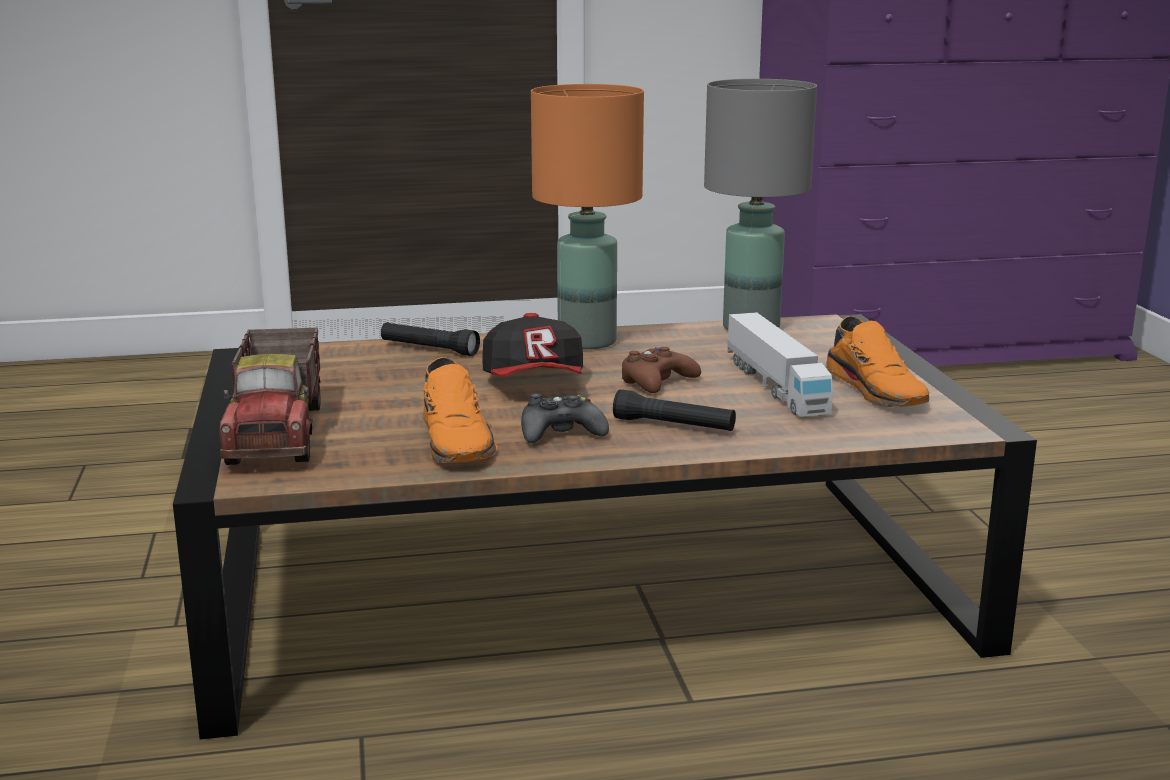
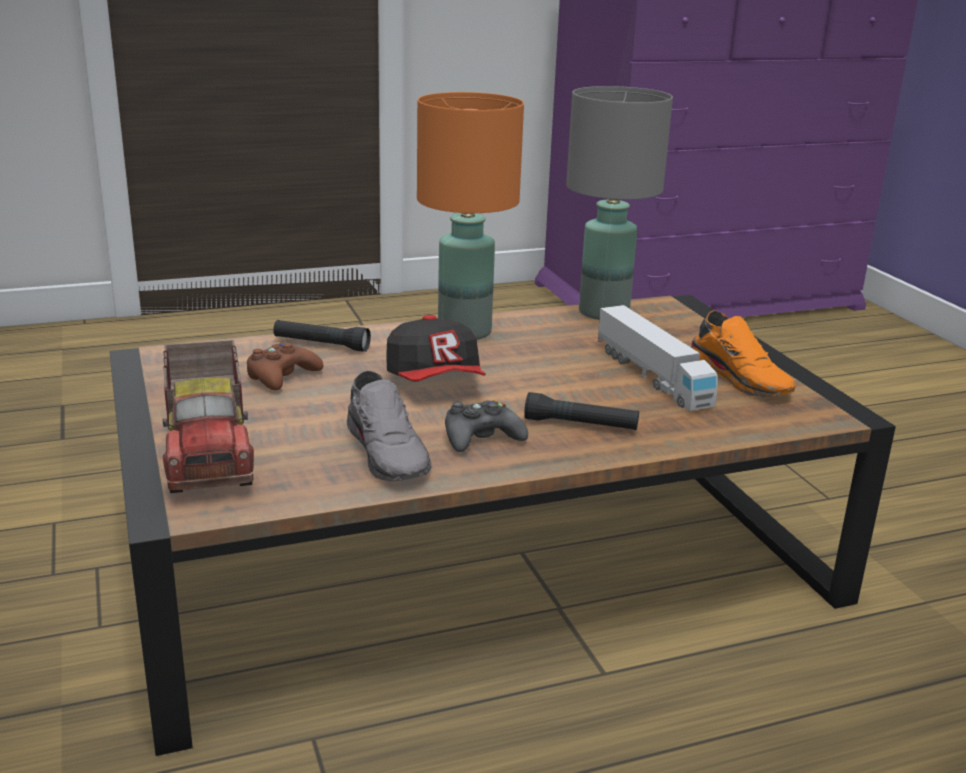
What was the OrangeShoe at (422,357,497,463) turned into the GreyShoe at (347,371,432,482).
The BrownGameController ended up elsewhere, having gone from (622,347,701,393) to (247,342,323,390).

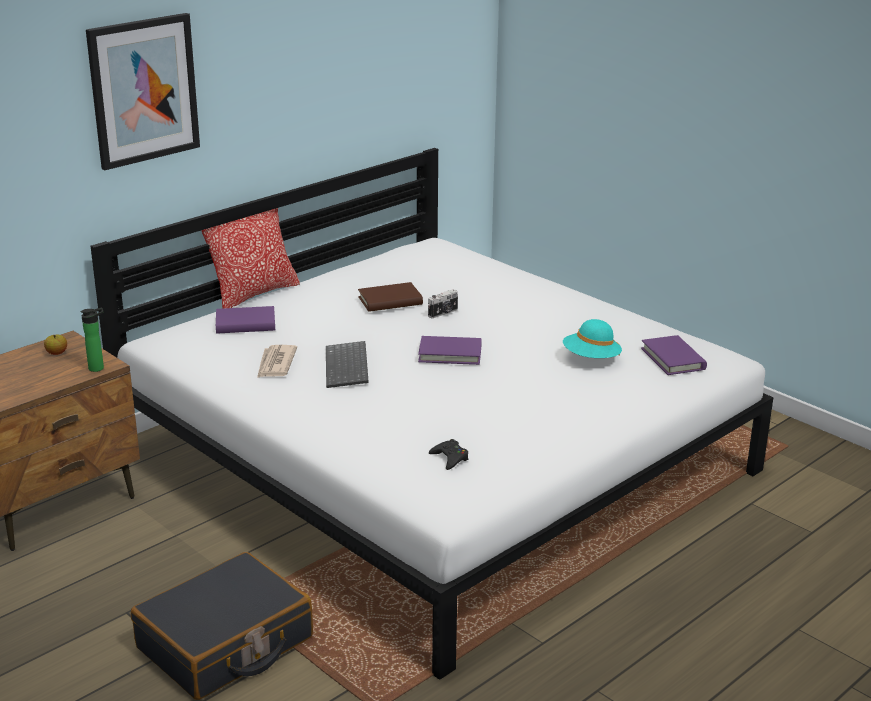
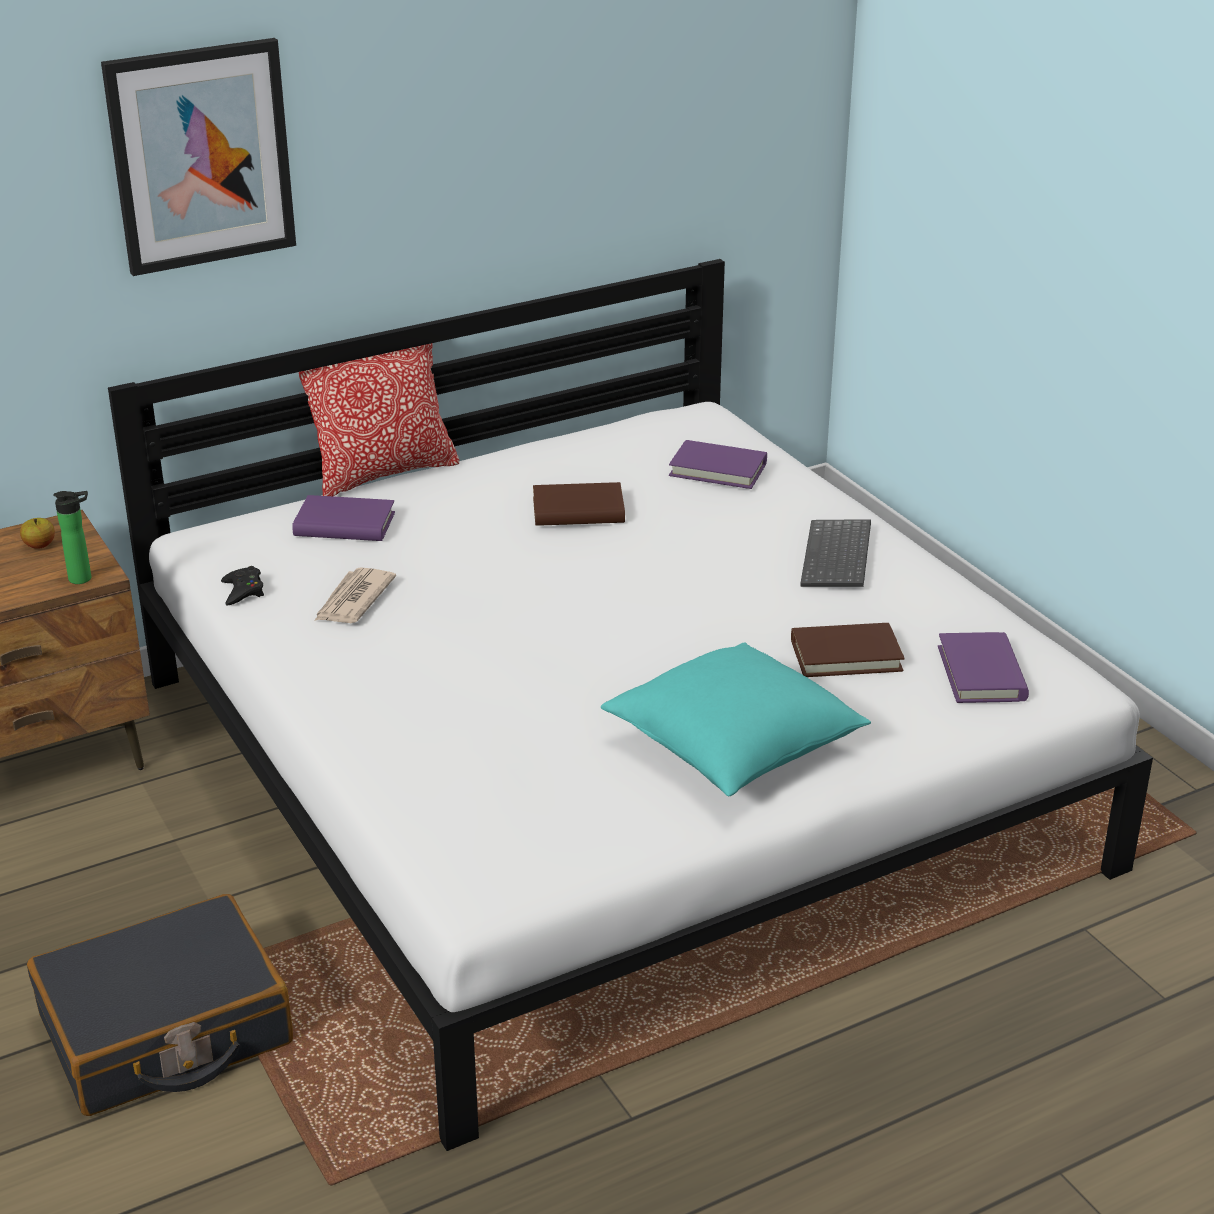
The Keyboard ended up elsewhere, having gone from (326,341,369,388) to (800,519,871,587).
The PurpleBook ended up elsewhere, having gone from (418,336,482,365) to (669,440,767,489).
The second view lost the PhotoCamera at (428,289,458,318).
The BlackGameController ended up elsewhere, having gone from (429,439,468,470) to (221,566,264,605).
Where the TurquoiseHat stood at (563,319,622,358), the BrownBook came to stand at (791,623,905,677).
The second view gained the TurquoisePillow at (601,642,871,796).

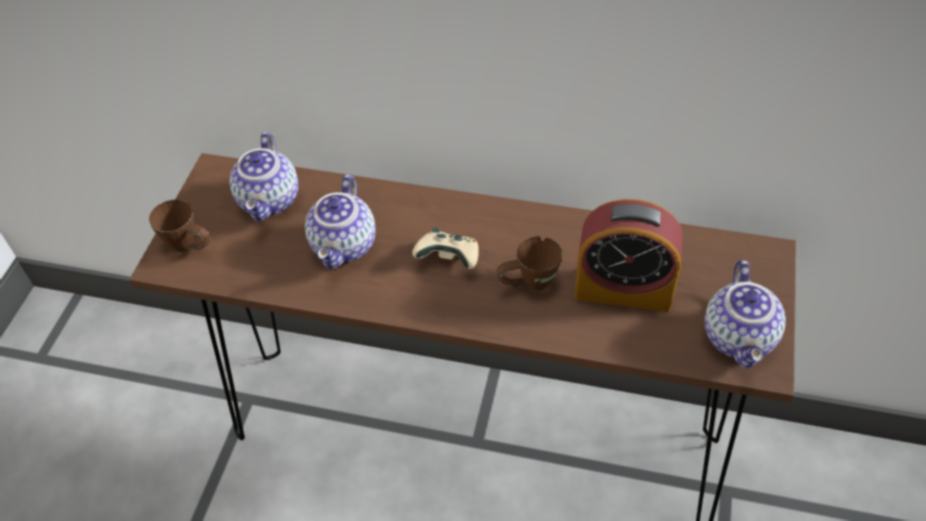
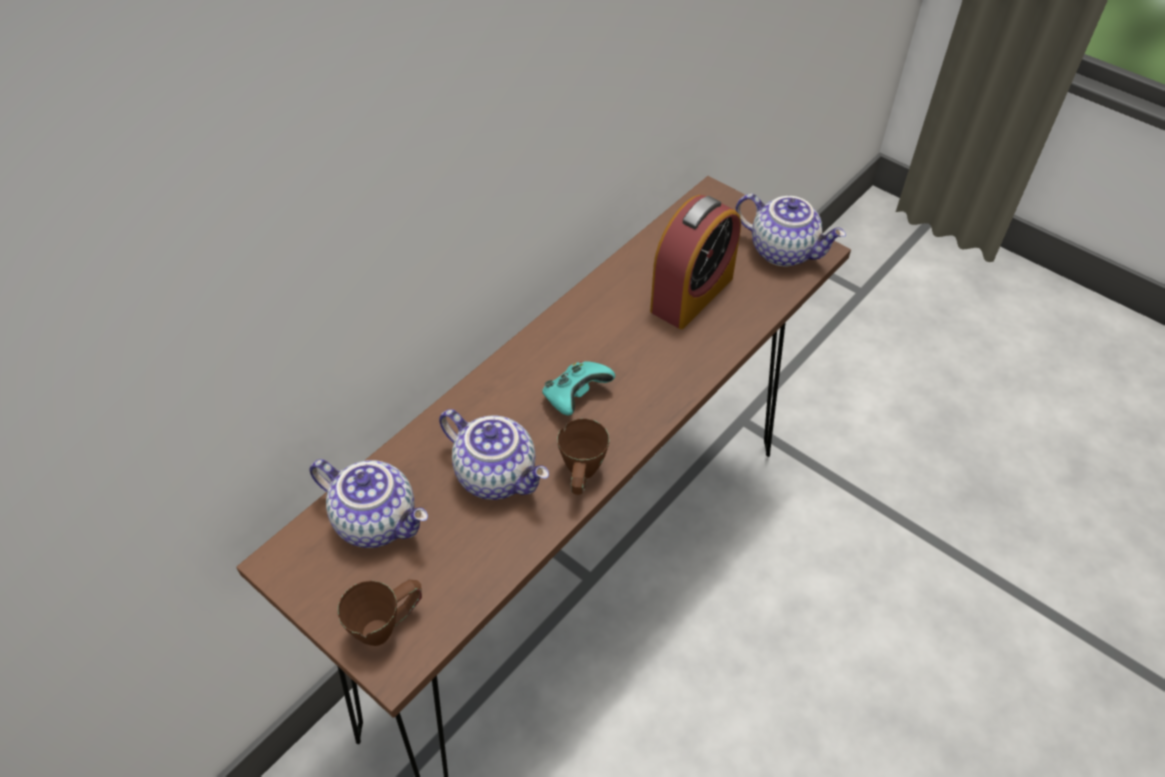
What was the BeigeGameController at (412,228,479,269) turned into the TurquoiseGameController at (542,361,615,415).
The BrownMug ended up elsewhere, having gone from (497,236,562,290) to (558,418,609,495).

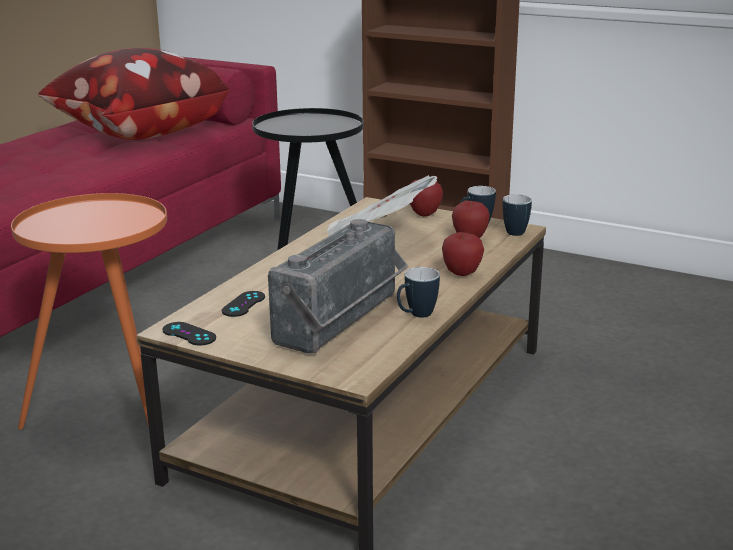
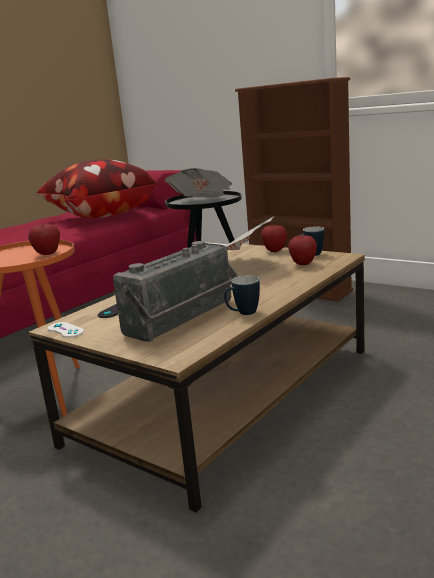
What was the BlackGameController at (162,322,216,346) turned into the WhiteGameController at (48,322,84,338).
The Apple ended up elsewhere, having gone from (442,232,484,276) to (28,224,60,255).
The second view lost the Mug at (503,194,532,236).
The second view gained the Newspaper at (165,168,232,198).

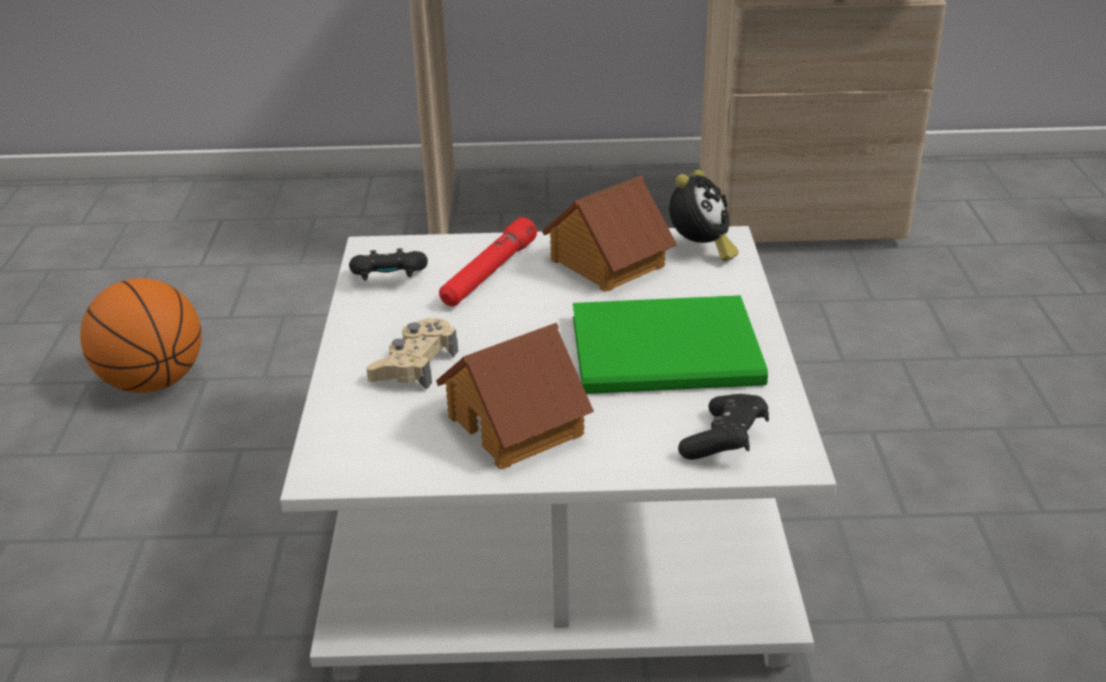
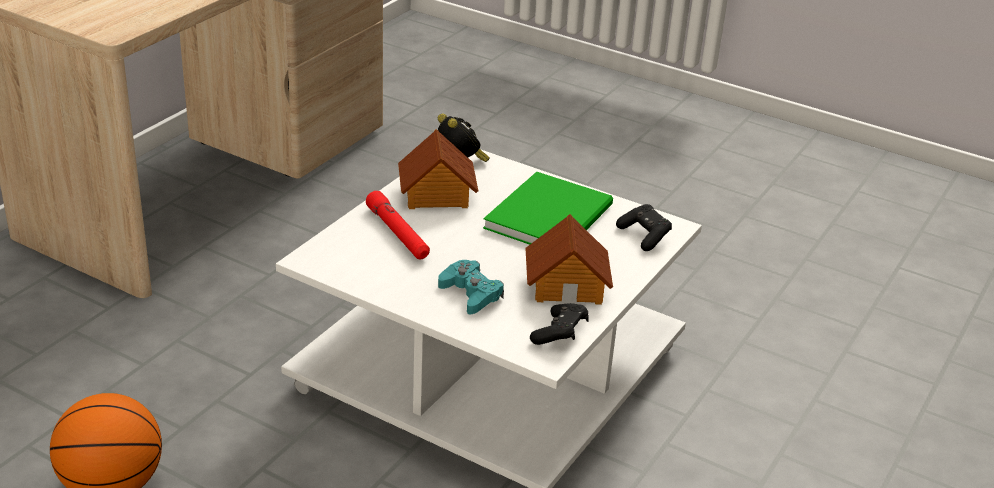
The BlackGameController ended up elsewhere, having gone from (349,248,428,281) to (530,303,589,345).
What was the BeigeGameController at (366,318,458,390) turned into the TurquoiseGameController at (438,260,504,314).

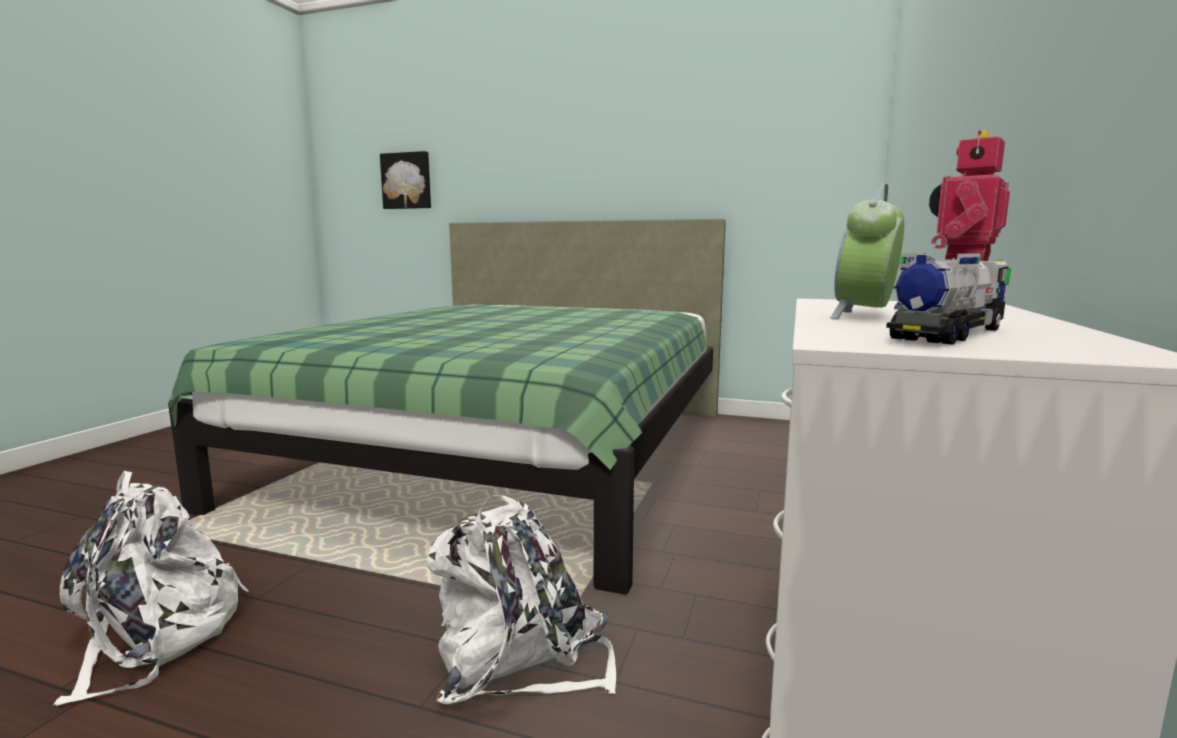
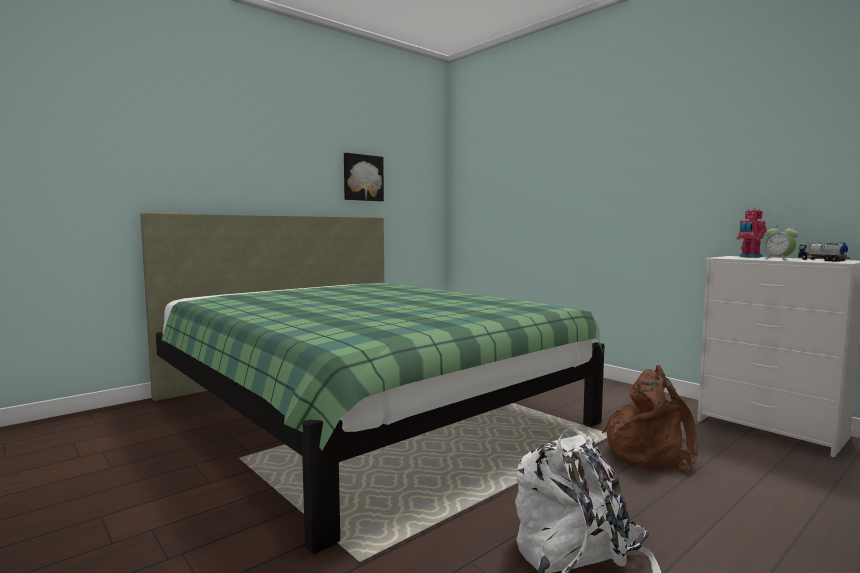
The Picture ended up elsewhere, having gone from (380,151,431,209) to (344,153,384,201).
What was the WhiteBackpack at (427,495,616,705) turned into the BrownBackpack at (602,365,698,473).

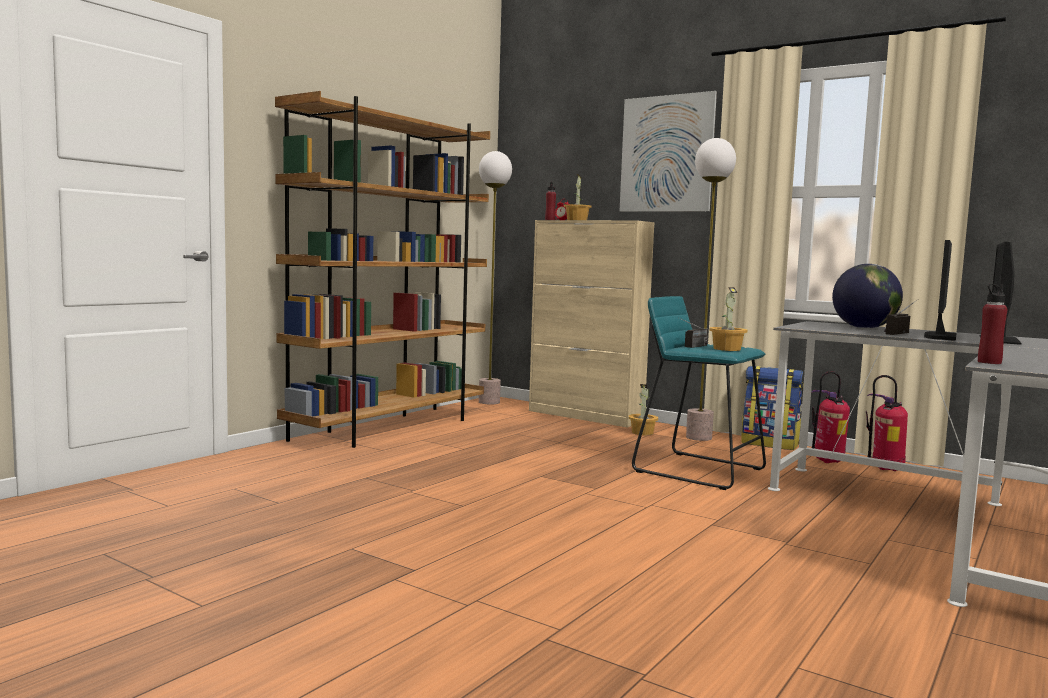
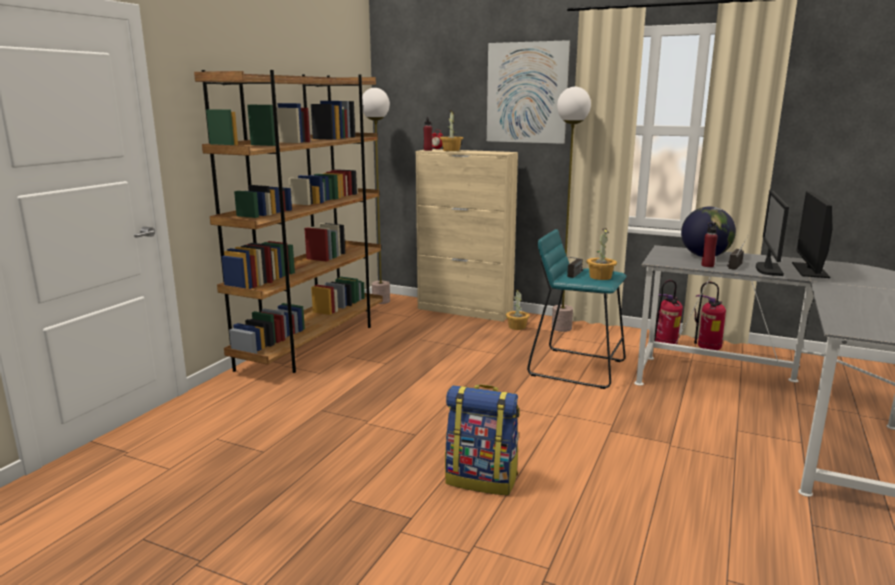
The Backpack ended up elsewhere, having gone from (741,366,804,450) to (445,384,520,495).
The RedBottle ended up elsewhere, having gone from (978,284,1008,364) to (702,222,718,267).

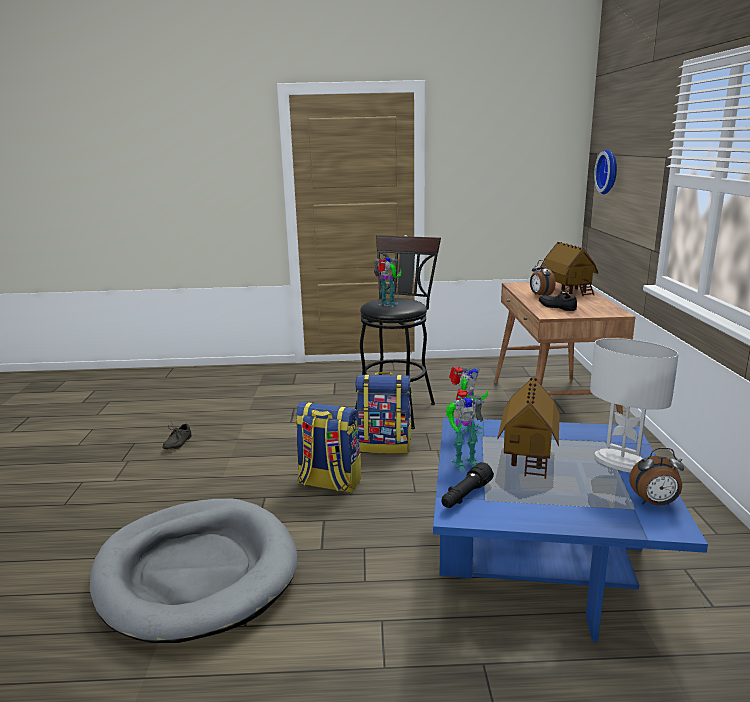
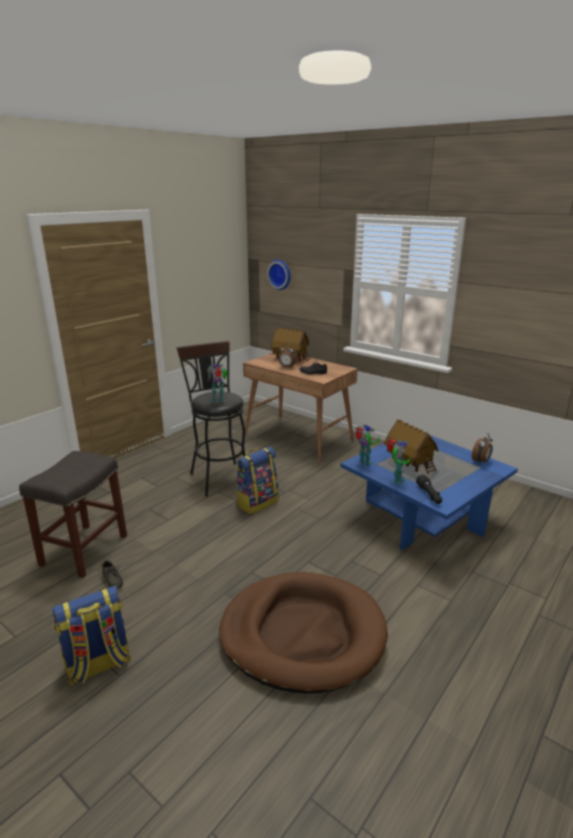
What was the GreyDogBed at (90,499,298,643) turned into the BrownDogBed at (219,572,388,693).
The Backpack ended up elsewhere, having gone from (295,402,361,493) to (52,586,131,686).
The second view lost the WhiteTableLamp at (590,338,678,472).
The second view gained the GreyStool at (19,451,127,578).

